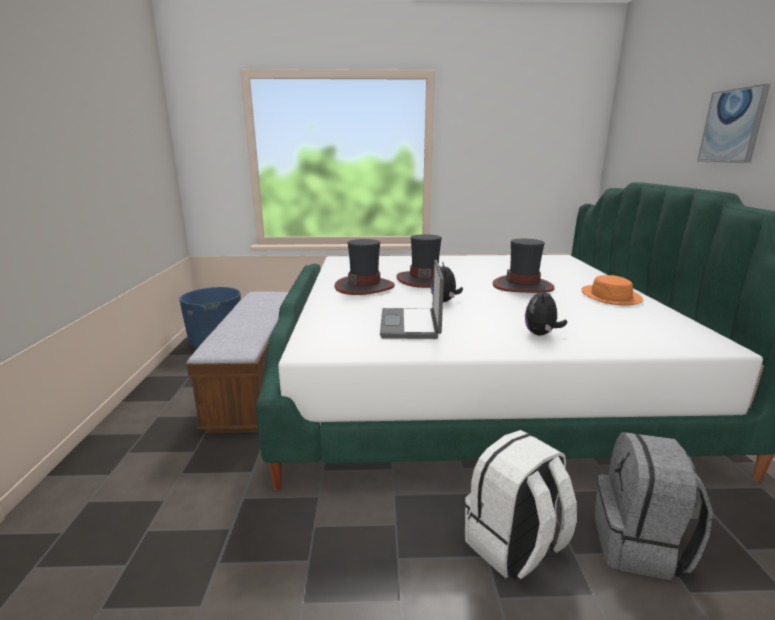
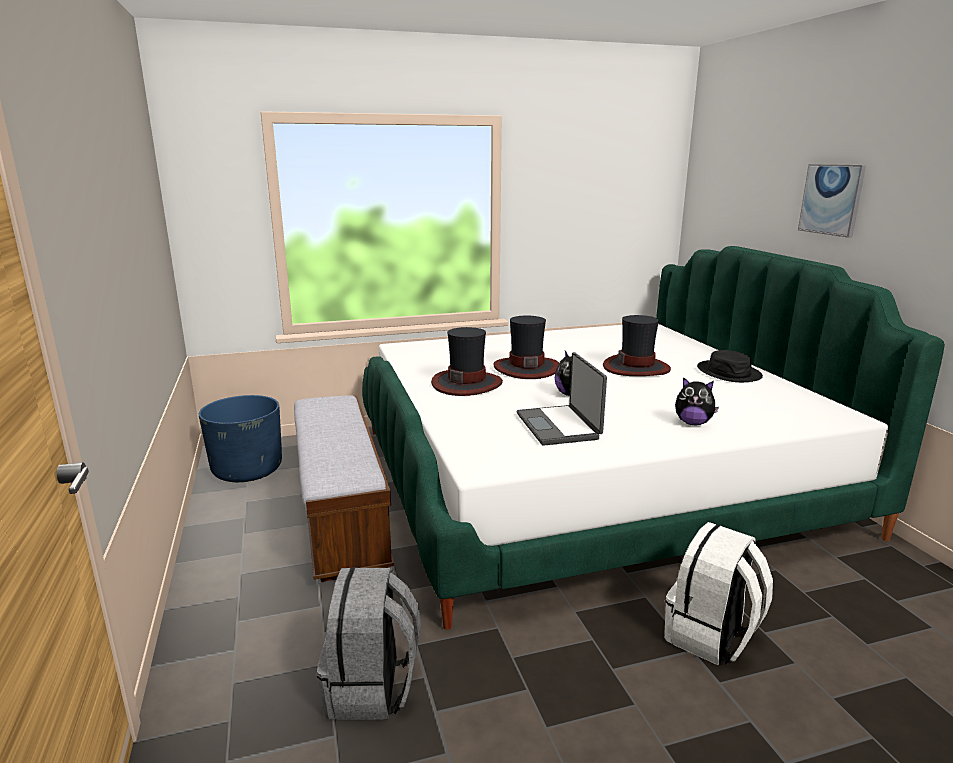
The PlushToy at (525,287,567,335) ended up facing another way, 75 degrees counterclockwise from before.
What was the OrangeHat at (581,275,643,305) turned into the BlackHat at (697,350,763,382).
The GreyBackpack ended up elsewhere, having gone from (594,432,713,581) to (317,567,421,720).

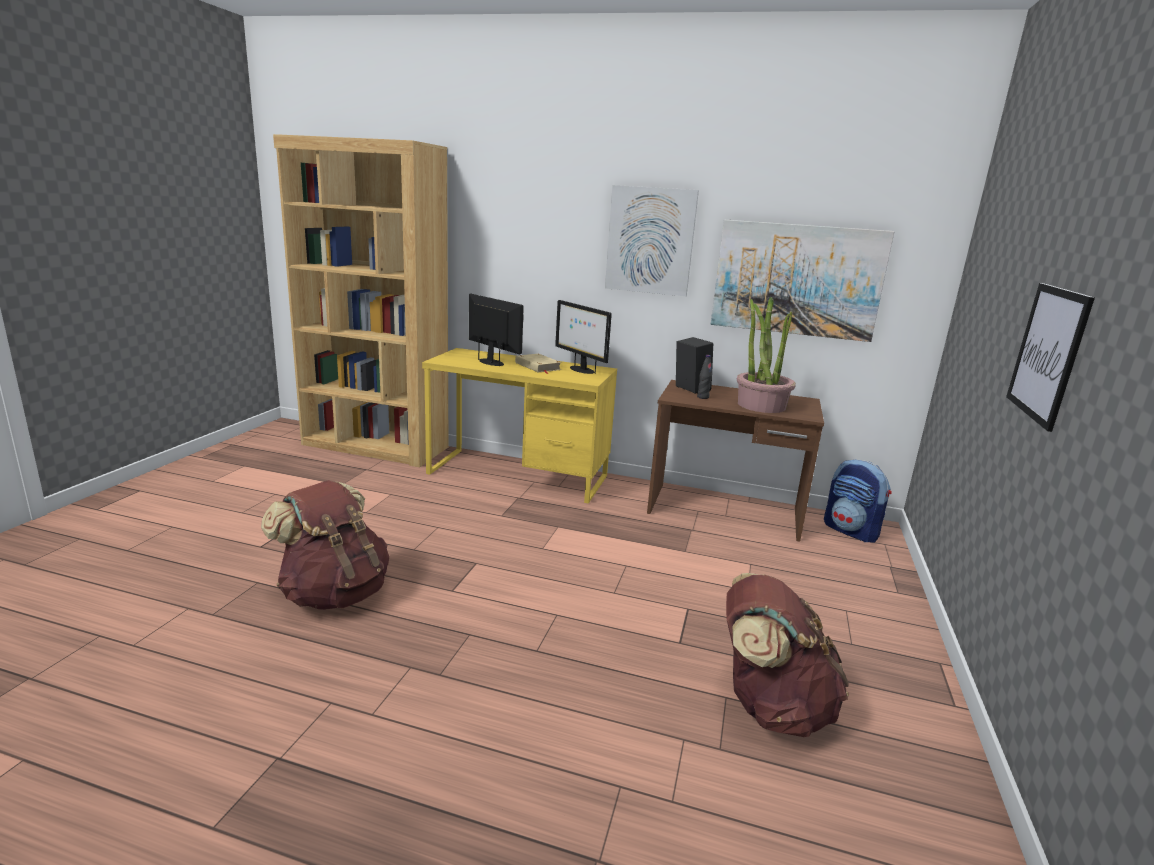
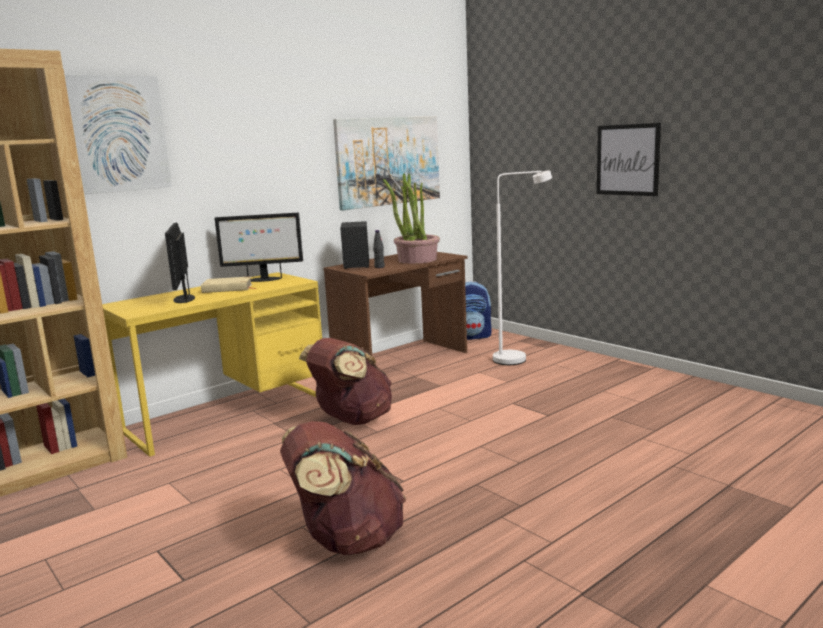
The Monitor at (469,293,524,366) ended up facing another way, 90 degrees counterclockwise from before.
The Picture ended up elsewhere, having gone from (605,185,699,296) to (65,75,172,195).
The BrownBackpack ended up elsewhere, having gone from (726,573,849,737) to (299,338,392,425).
The second view gained the WhiteFloorLamp at (493,170,552,365).

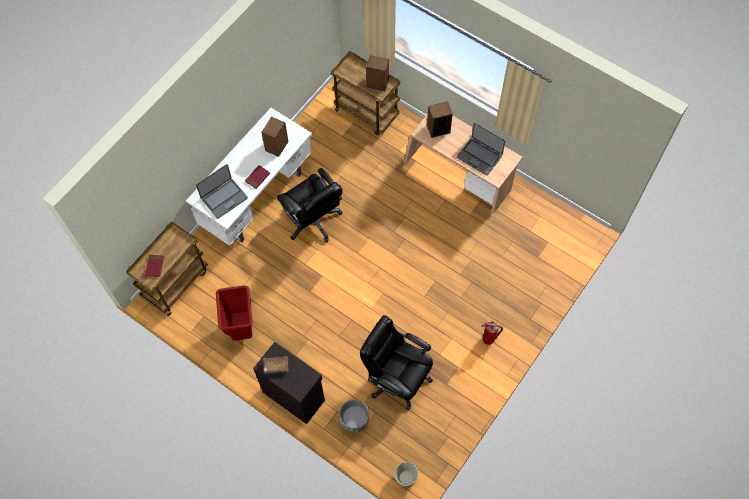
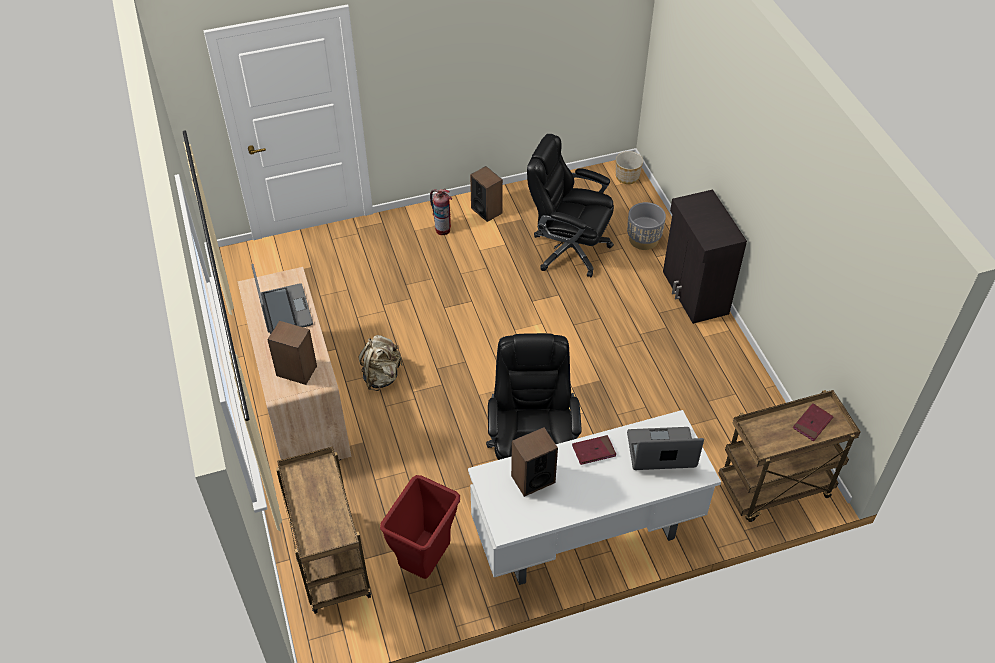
The RedTrashCan ended up elsewhere, having gone from (216,285,253,341) to (380,475,460,579).
The second view lost the BrownBook at (263,356,289,374).
The BlackOfficeChair at (360,315,433,411) ended up facing another way, 135 degrees clockwise from before.
The Speaker ended up elsewhere, having gone from (366,55,389,91) to (470,166,503,222).
The second view gained the BeigeBackpack at (358,335,403,391).

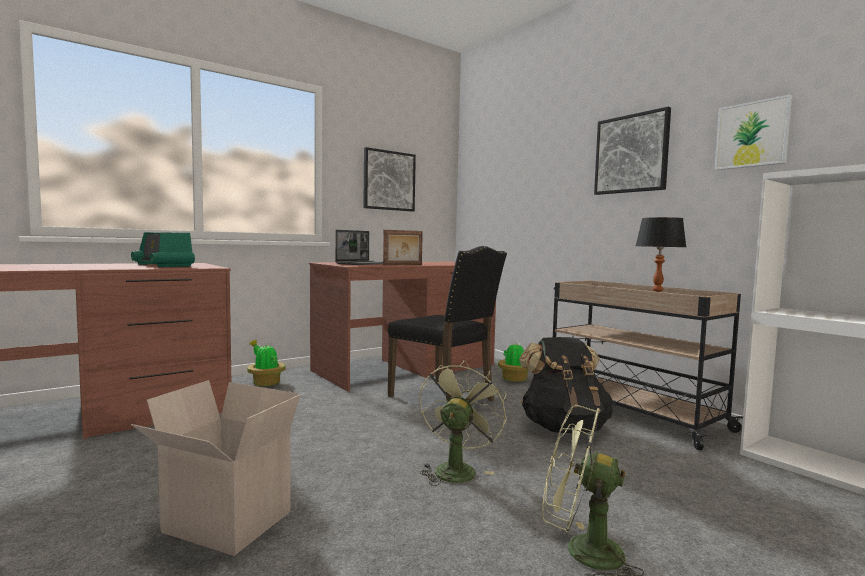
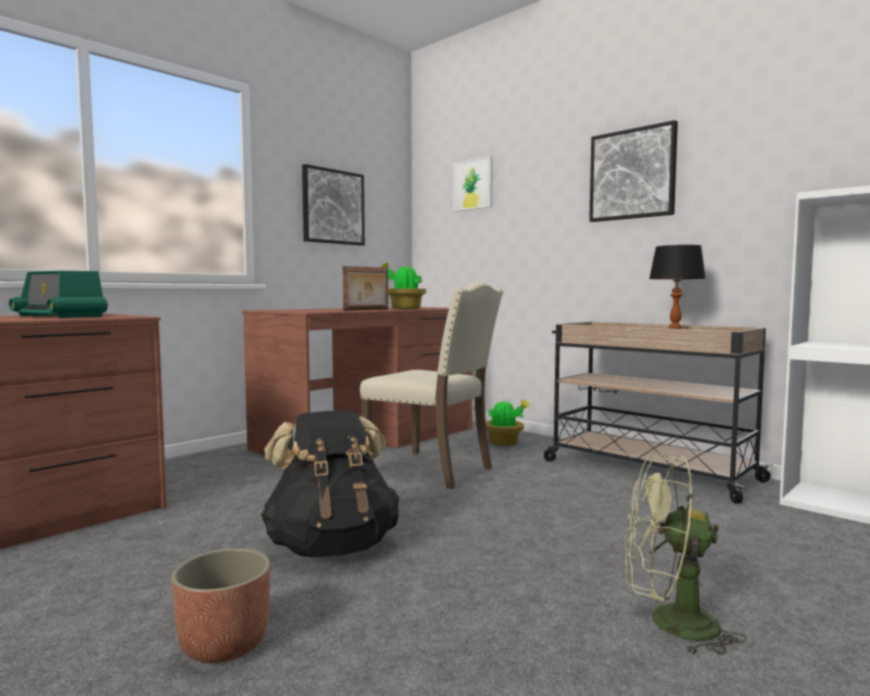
Where the CardboardBox stood at (131,380,301,556), the Planter came to stand at (172,548,270,663).
The PottedPlant ended up elsewhere, having gone from (247,340,286,386) to (382,263,426,309).
The second view lost the Laptop at (335,230,383,265).
What was the BlackChair at (388,246,507,401) turned into the BeigeChair at (360,282,504,489).
The second view lost the GreenFan at (420,360,507,486).
The BlackBackpack ended up elsewhere, having gone from (519,337,613,433) to (261,410,400,557).
The Picture ended up elsewhere, having gone from (714,94,792,170) to (453,156,493,212).

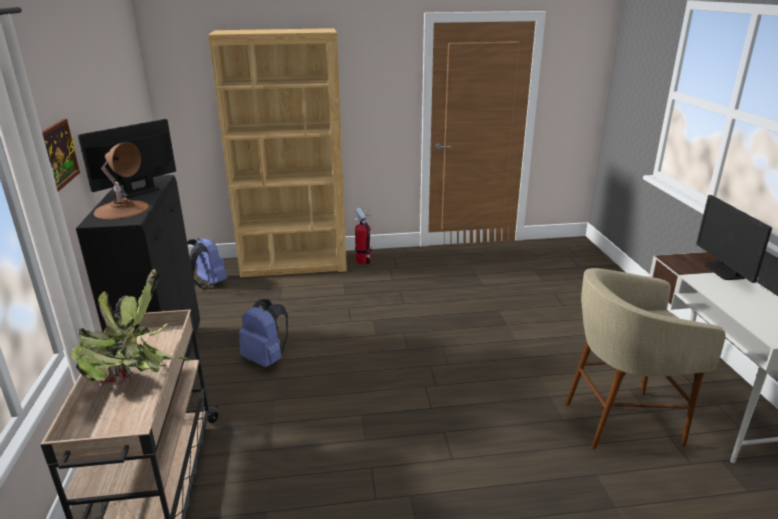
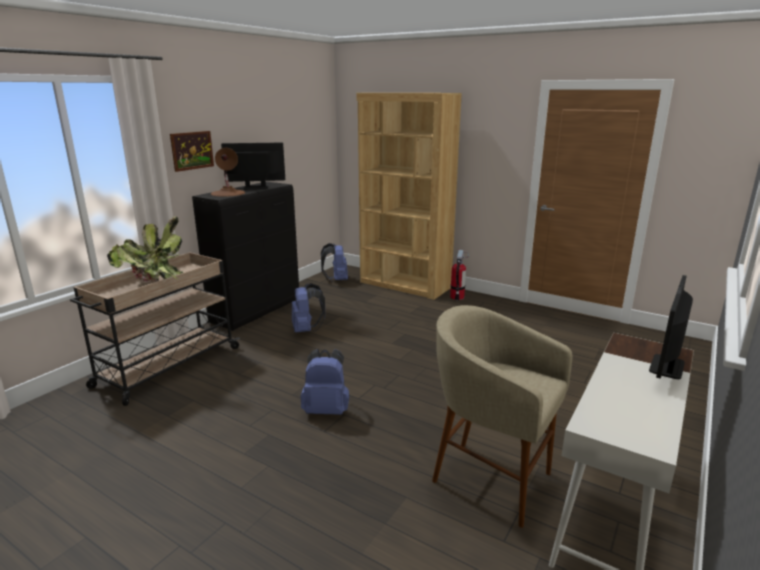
The second view gained the BlueBackpack at (300,349,349,415).

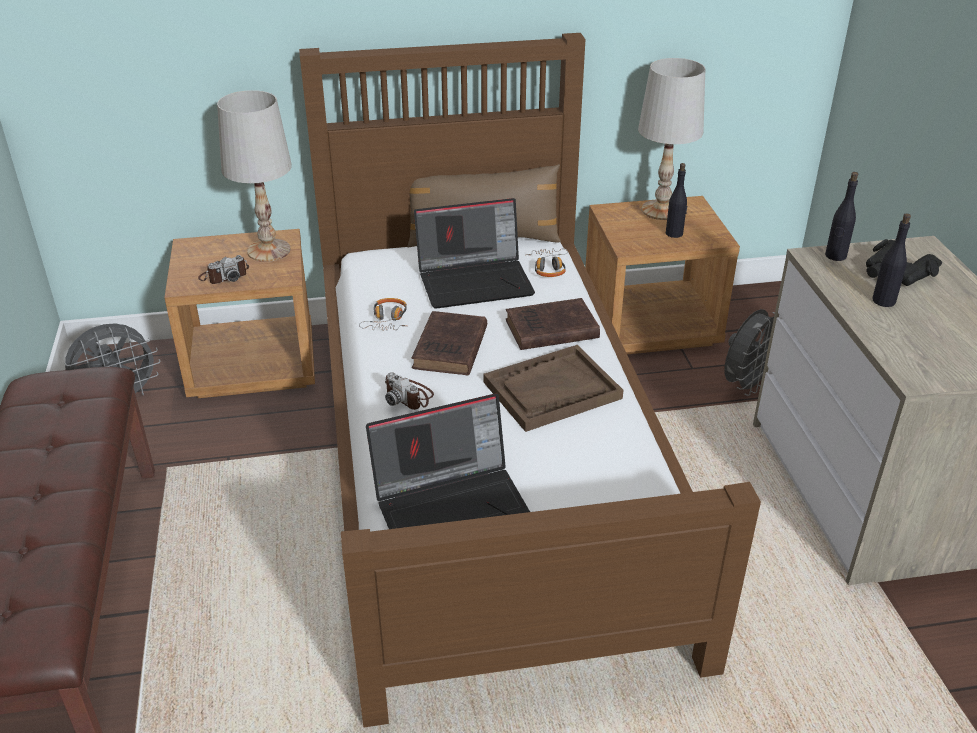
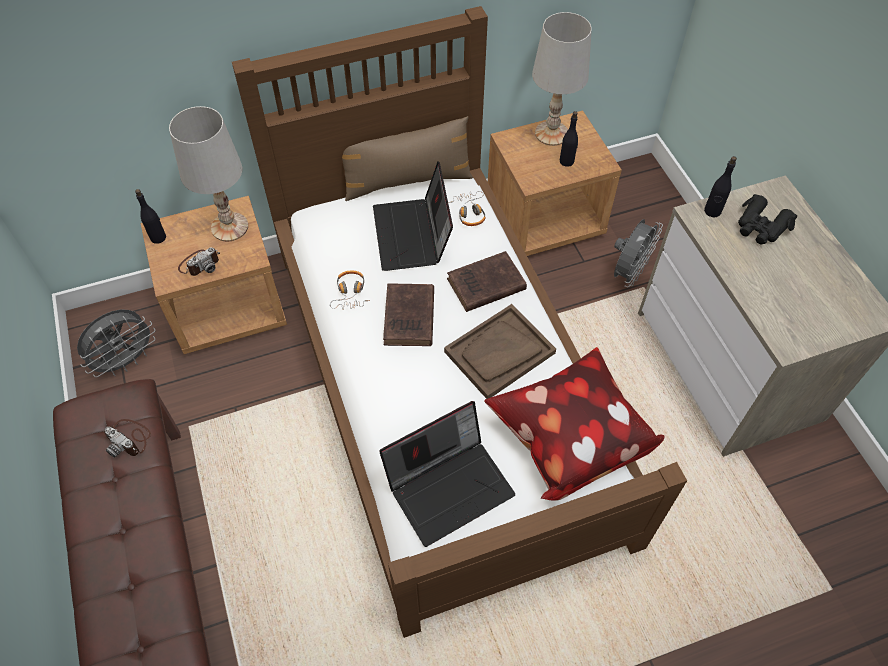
The PhotoCamera ended up elsewhere, having gone from (385,372,434,410) to (104,419,151,458).
The Laptop at (414,198,535,309) ended up facing another way, 105 degrees clockwise from before.
The BlackBottle ended up elsewhere, having gone from (873,213,911,307) to (135,189,166,244).
The second view gained the Pillow at (484,347,665,501).

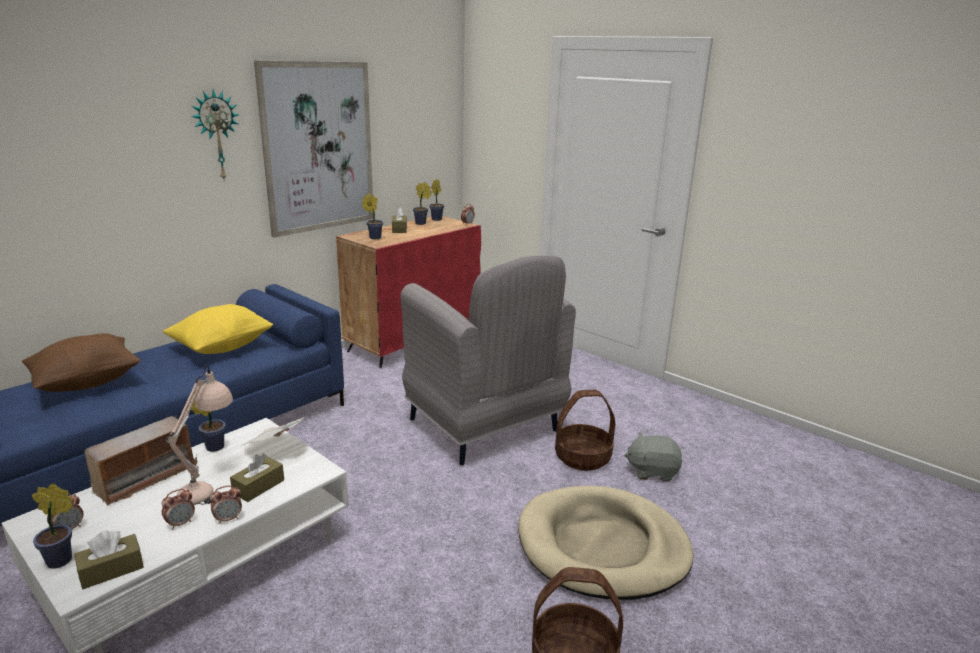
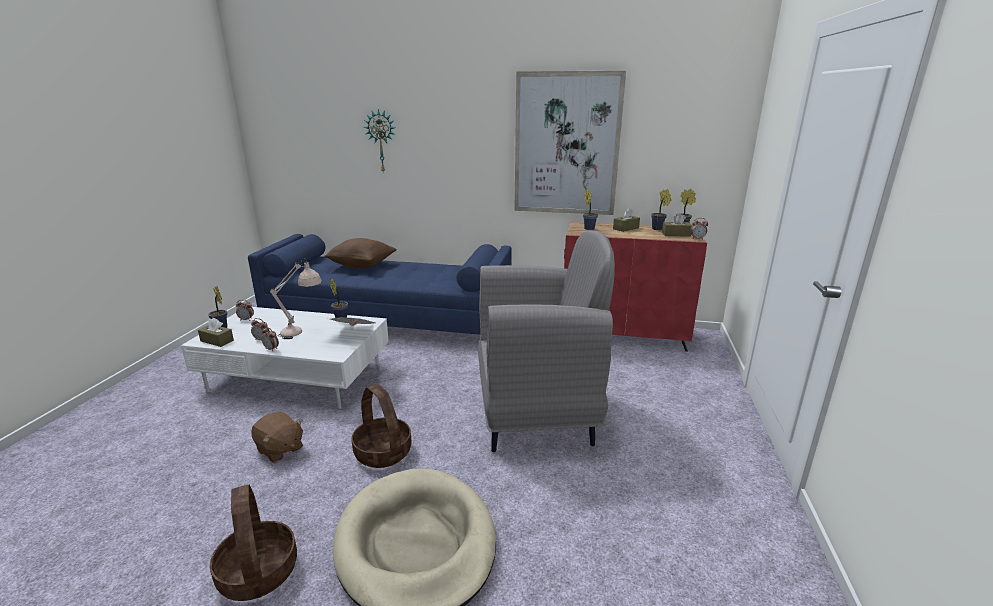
The second view lost the Radio at (85,416,197,506).
The second view lost the YellowPillow at (163,304,273,354).
The WallClock ended up elsewhere, having gone from (192,89,240,179) to (364,109,395,174).
The BrownTissueBox ended up elsewhere, having gone from (230,453,284,502) to (662,213,692,237).
The GreyArmchair at (400,256,576,465) ended up facing another way, 120 degrees counterclockwise from before.
The Basket ended up elsewhere, having gone from (555,390,615,471) to (352,384,412,468).
The second view lost the GreyPlushToy at (624,432,682,482).
The second view gained the BrownPlushToy at (251,412,303,463).

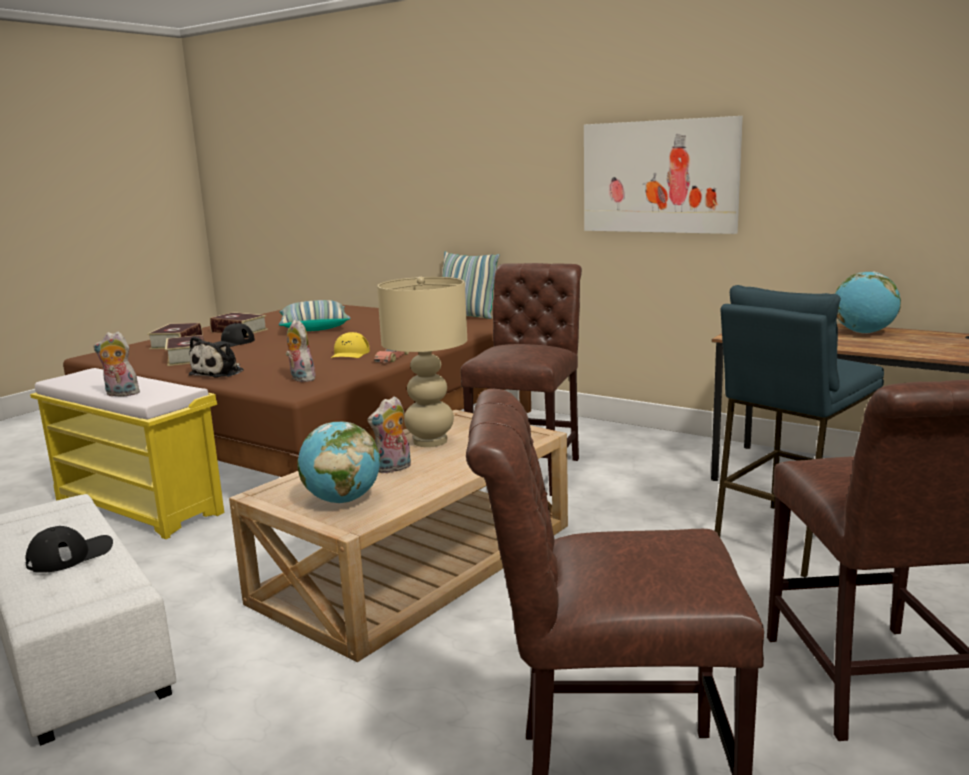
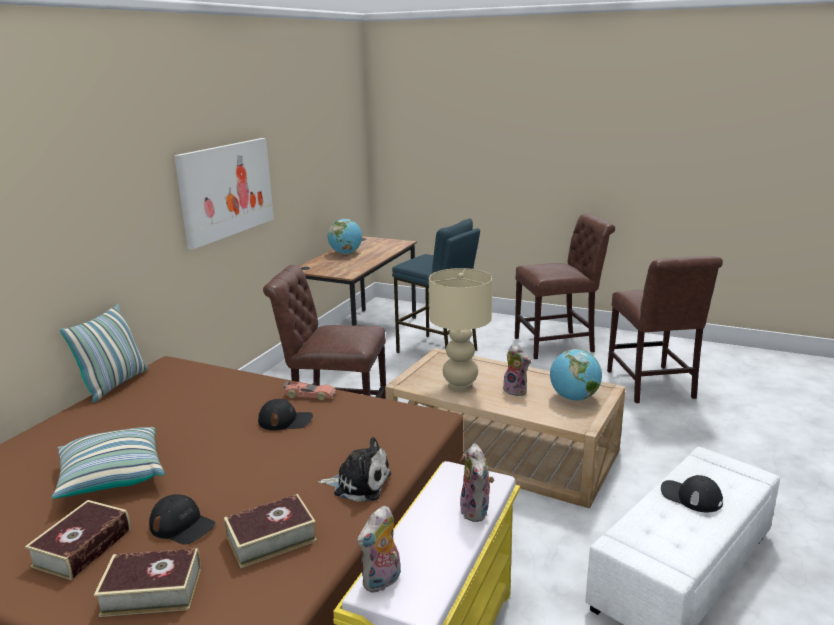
The PlushToy ended up elsewhere, having gone from (286,320,316,382) to (357,506,401,593).
What was the YellowCap at (331,332,370,358) turned into the BlackCap at (258,399,313,431).

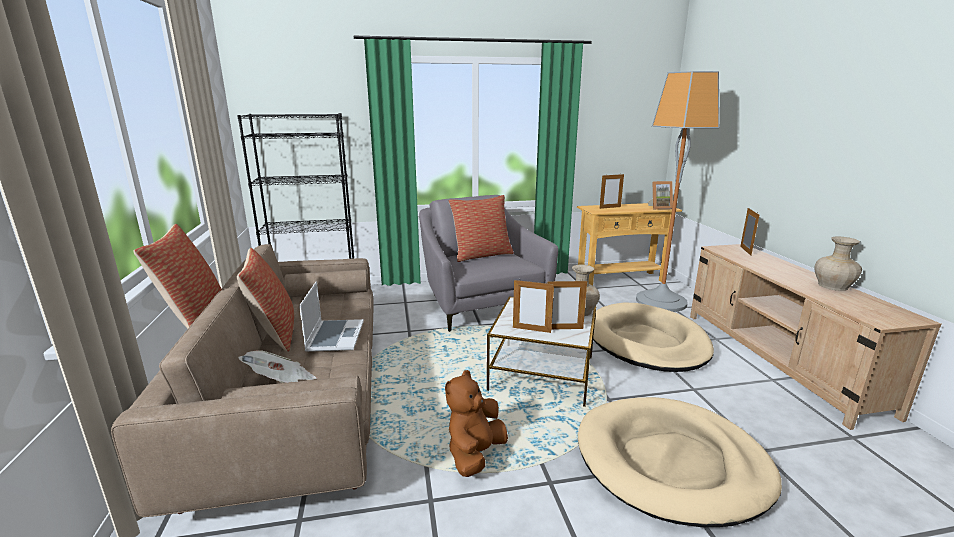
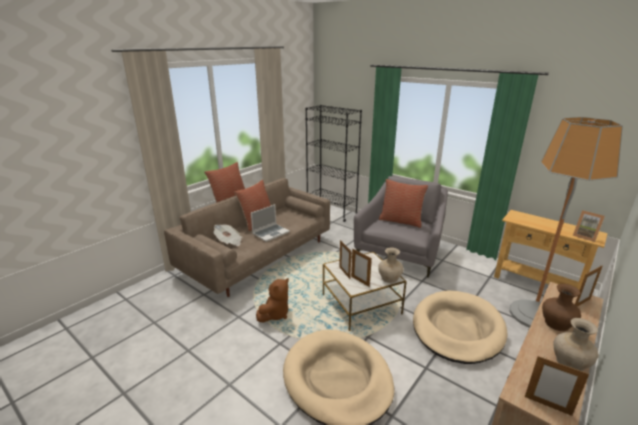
The BrownPlushToy at (445,370,508,477) ended up facing another way, 135 degrees clockwise from before.
The PictureFrame ended up elsewhere, having gone from (599,173,624,209) to (525,356,589,416).
The second view gained the BrownVase at (542,284,581,331).

